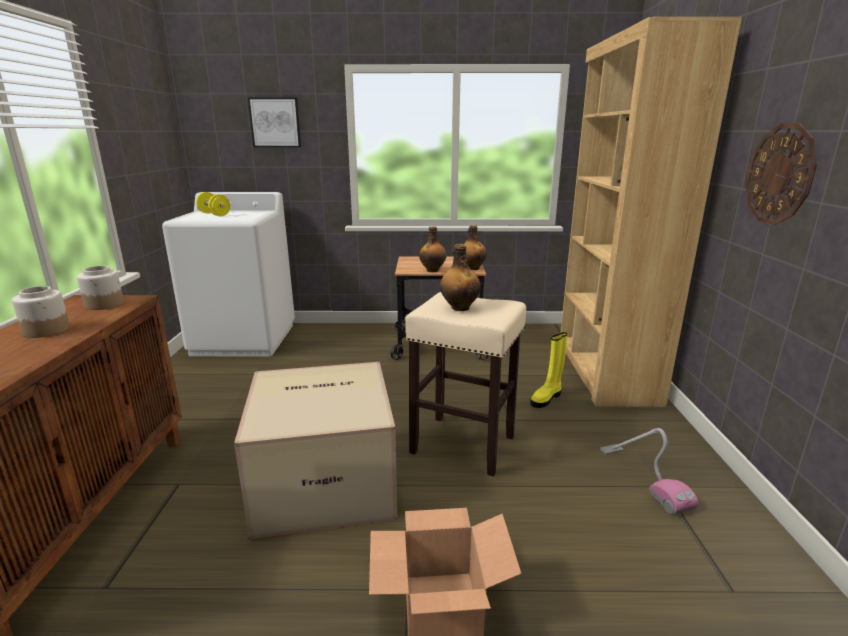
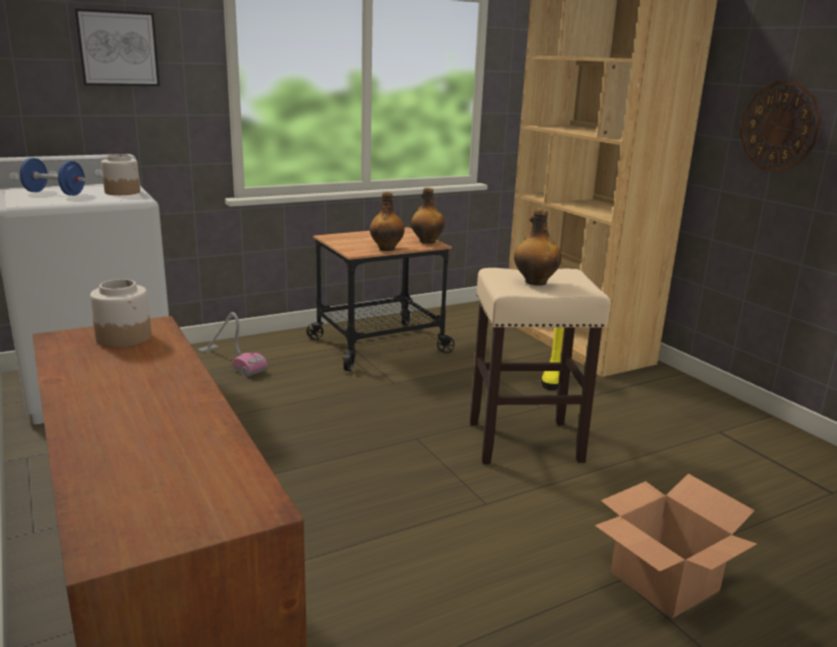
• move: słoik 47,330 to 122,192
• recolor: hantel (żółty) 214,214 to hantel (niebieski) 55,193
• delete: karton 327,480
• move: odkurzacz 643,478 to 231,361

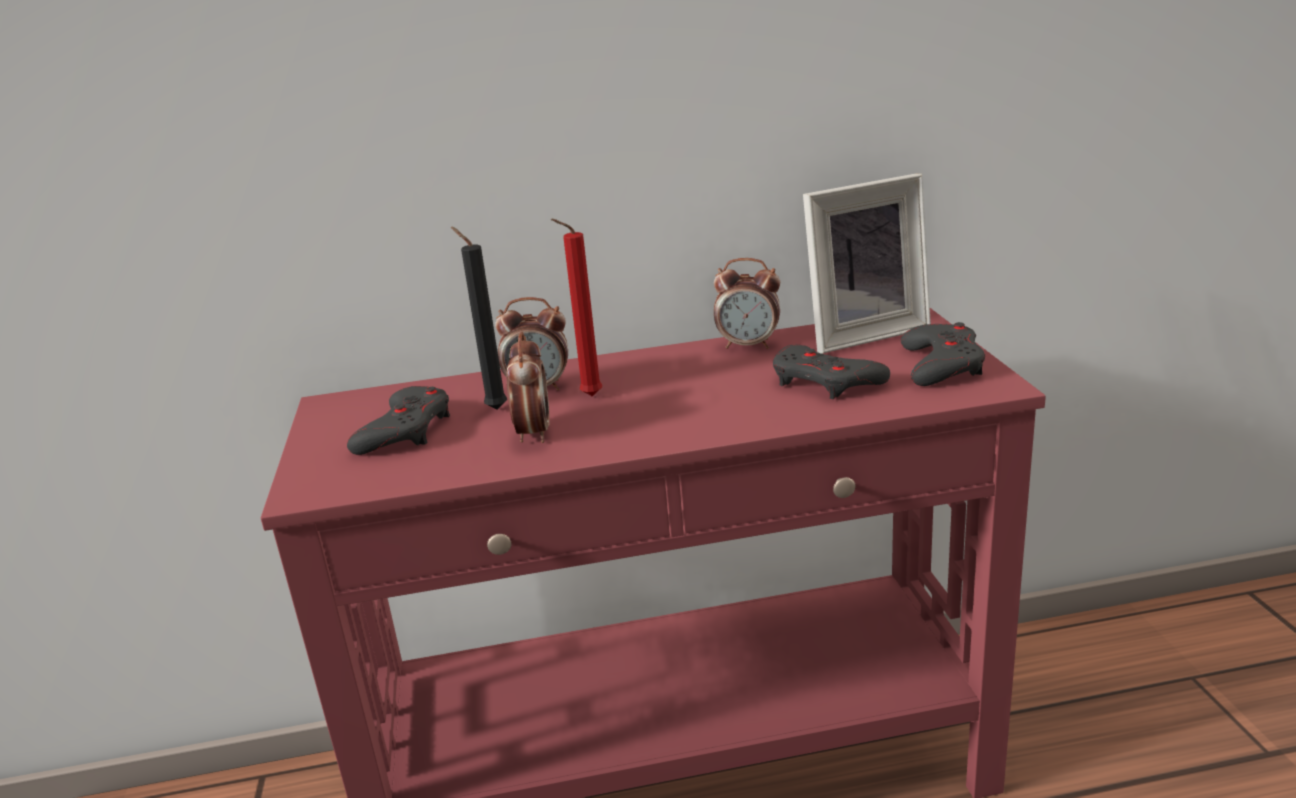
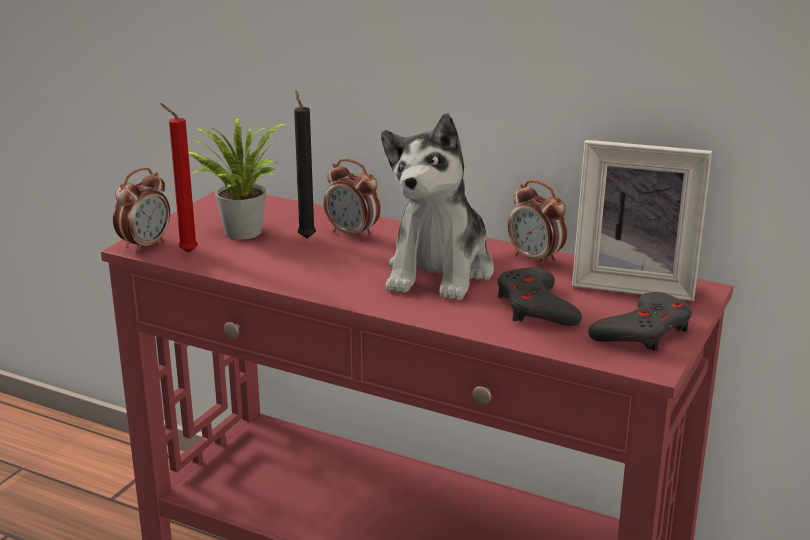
• replace: pad do gier (szary) 406,430 to roślina doniczkowa 240,230
• move: budzik 533,433 to 145,245
• move: świeca (czerwony) 588,397 to 185,252
• insert: pluszak 440,272

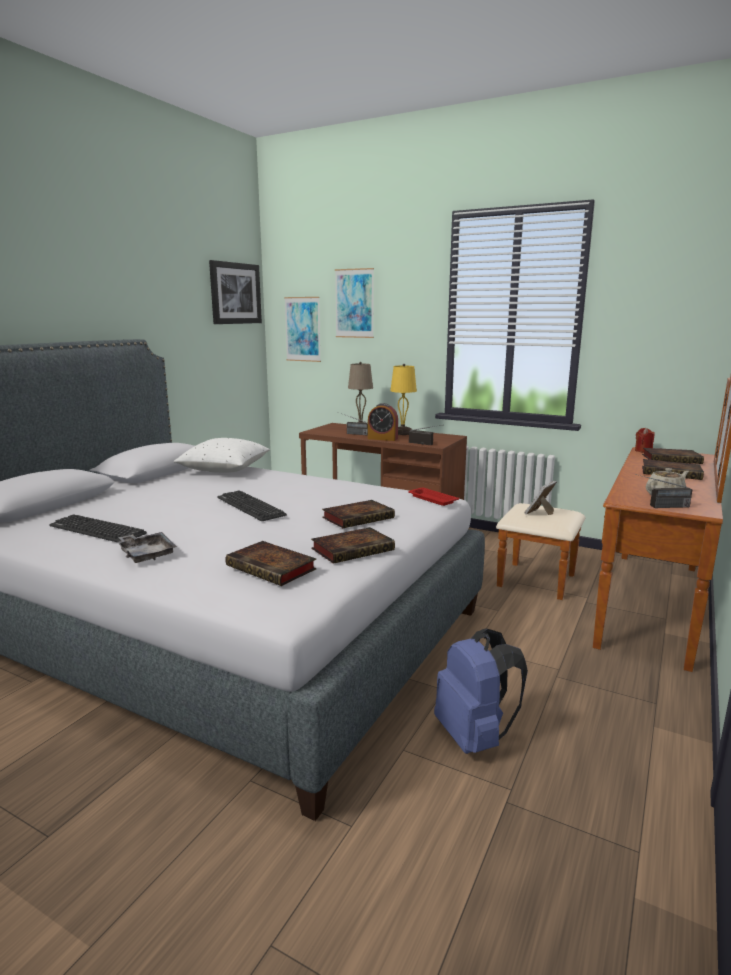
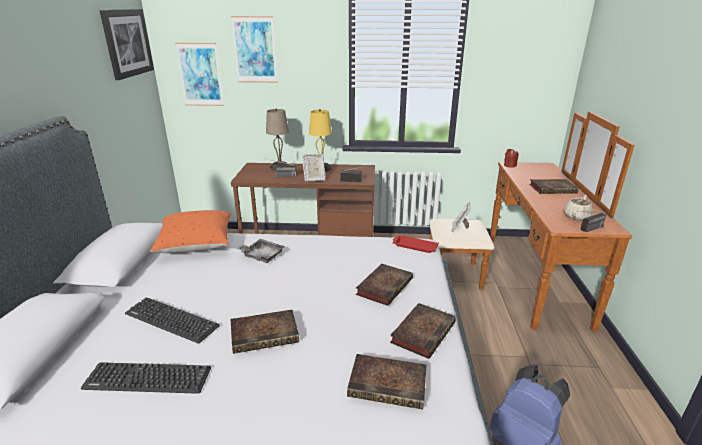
• move: taca (szary) 146,554 to 262,255
• recolor: poduszka (biały) 224,470 to poduszka (pomarańczowy) 196,244
• move: klawiatura 250,506 to 171,320
• replace: budzik 382,438 to ramka na zdjęcie 314,179
• move: książka 672,459 to 266,334

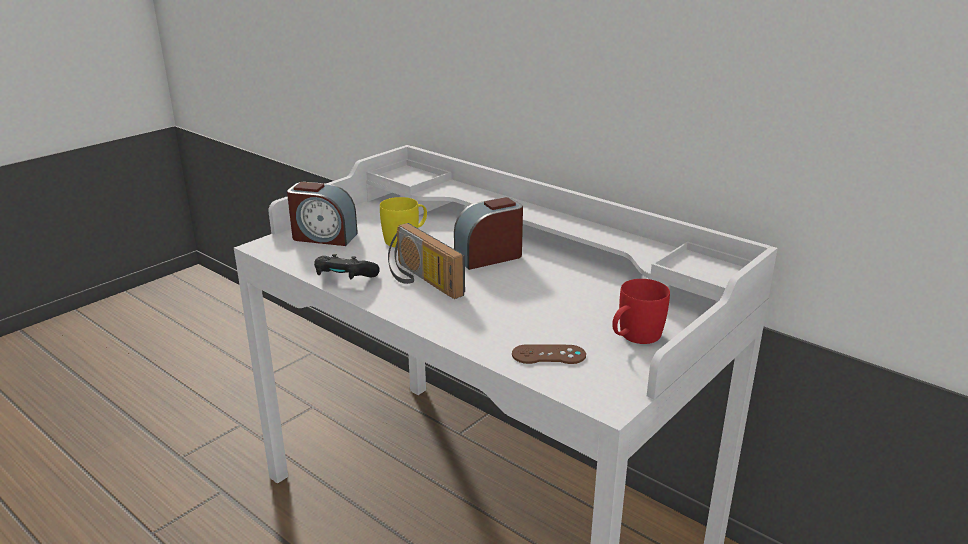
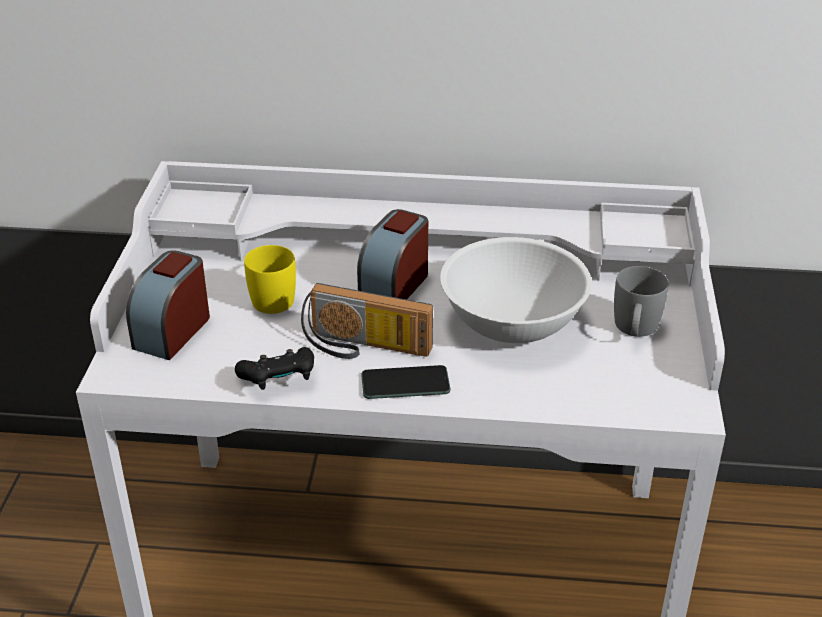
• rotate: budzik 323,237 = 172,331 135 degrees clockwise
• delete: pad do gier (brązowy) 548,355
• recolor: kubek (czerwony) 634,337 to kubek (szary) 635,330
• insert: telefon 405,383
• insert: miska (biały) 511,322

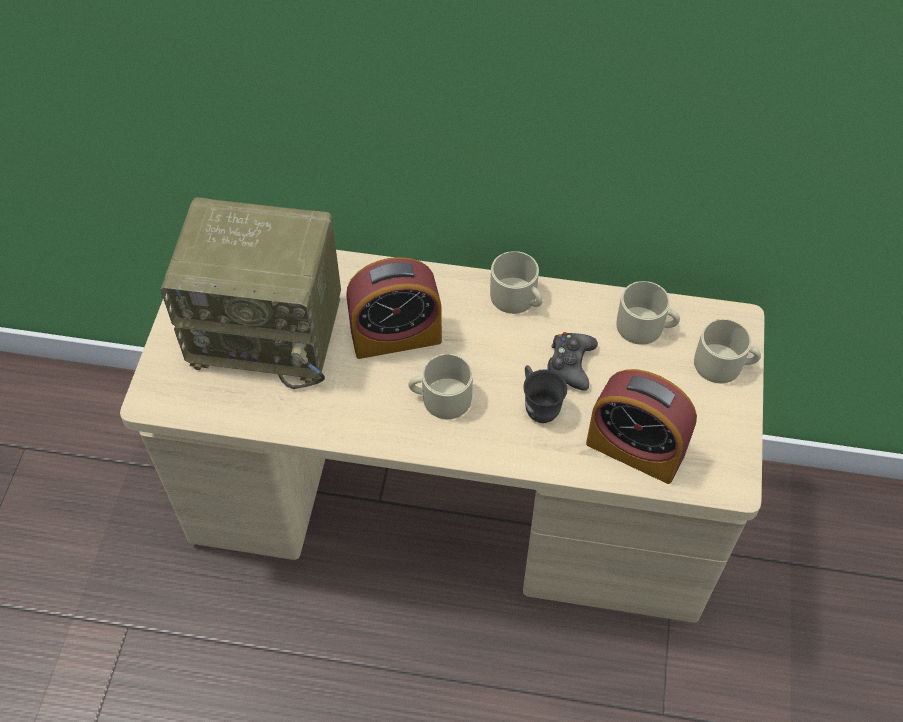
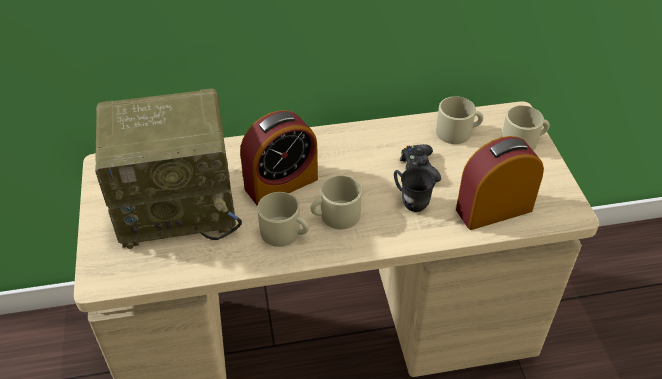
• move: kubek (beżowy) 517,299 to 285,233
• rotate: budzik 635,449 = 494,210 150 degrees clockwise

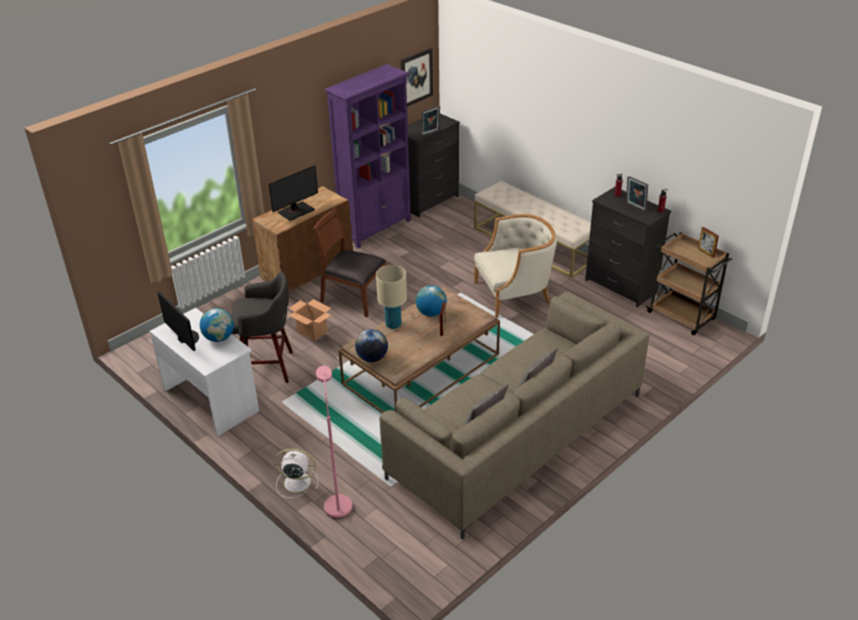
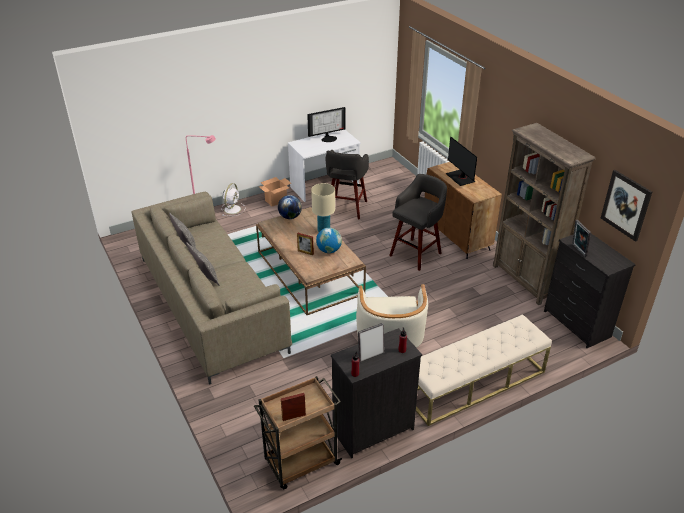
• delete: globus 219,338
• move: karton 311,331 to 276,200
• replace: krzesło (brązowy) 353,297 to stołek (szary) 416,253
• recolor: regał (fioletowy) 376,228 to regał (brązowy) 525,281

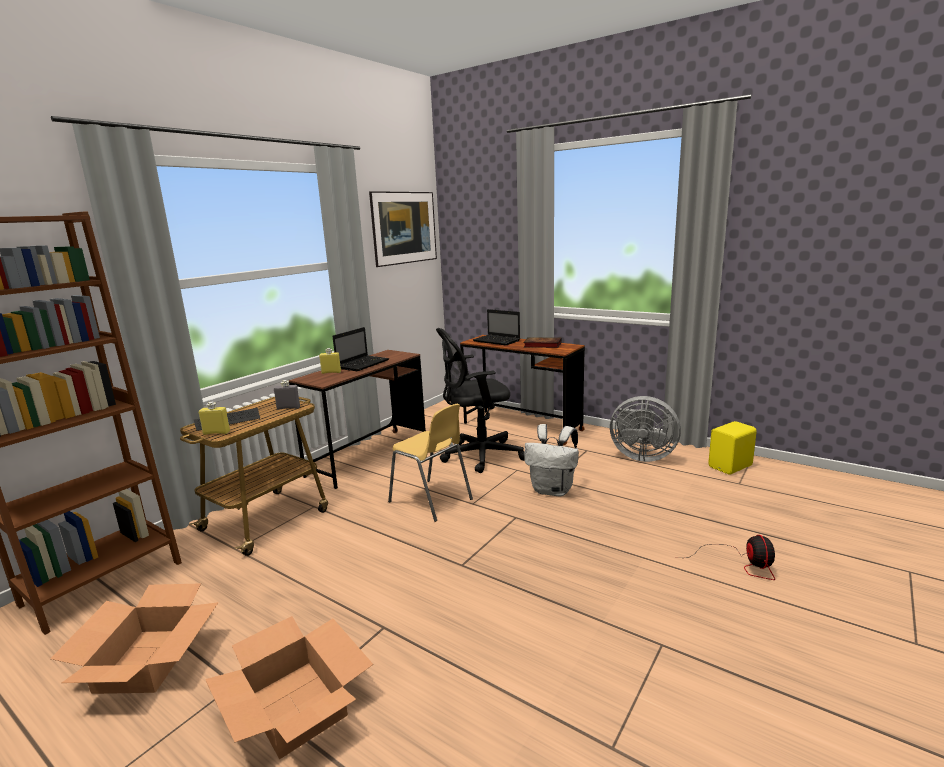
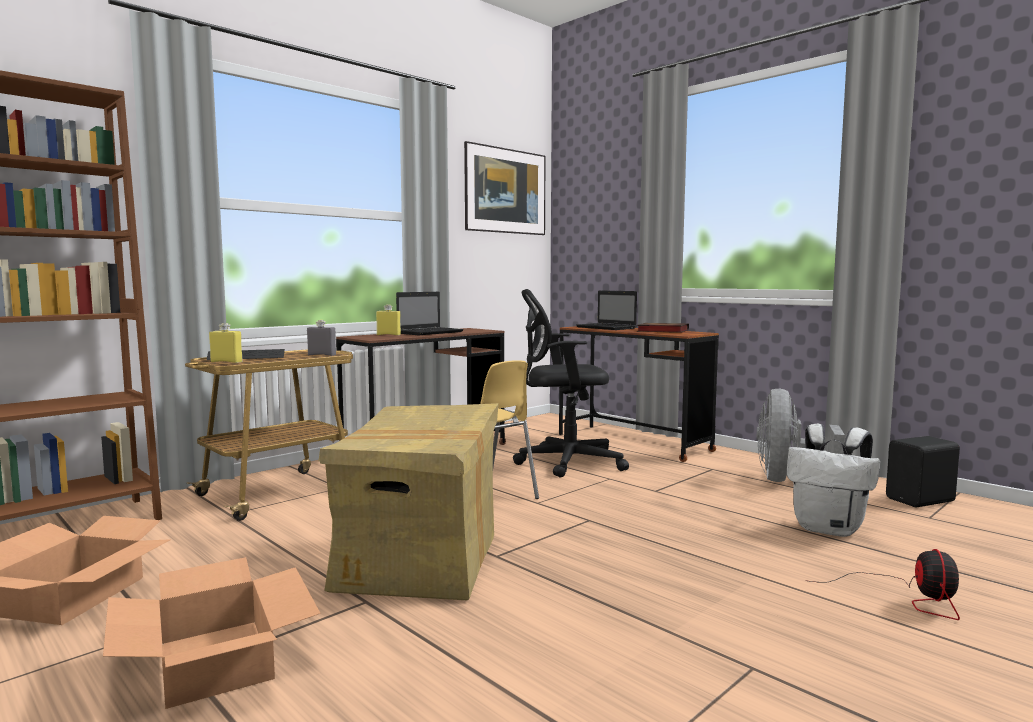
• move: plecak (biały) 553,490 to 829,529
• rotate: wentylator (szary) 641,456 = 788,480 75 degrees clockwise
• recolor: głośnik (żółty) 731,466 to głośnik (czarny) 922,500
• insert: karton 419,563

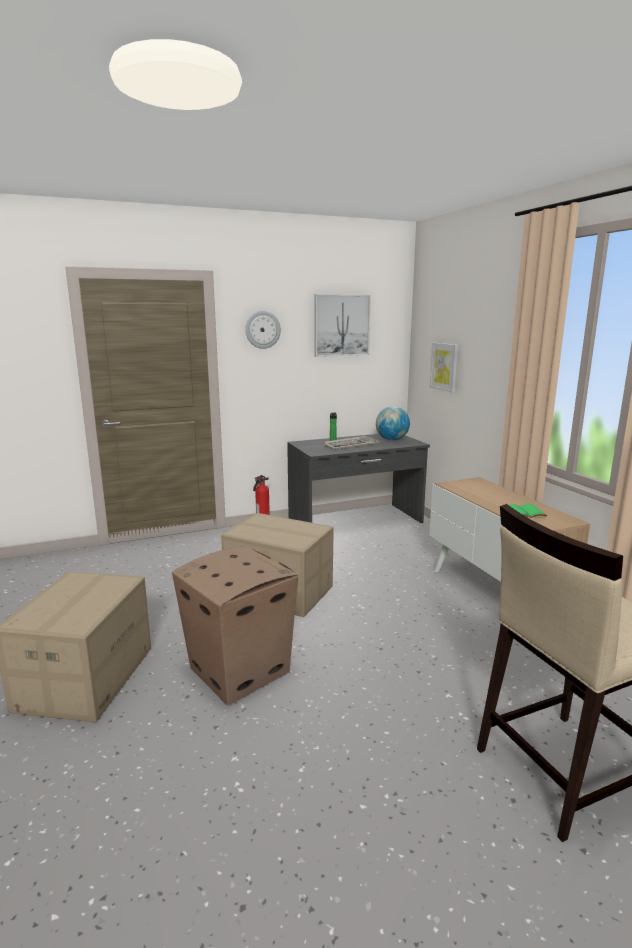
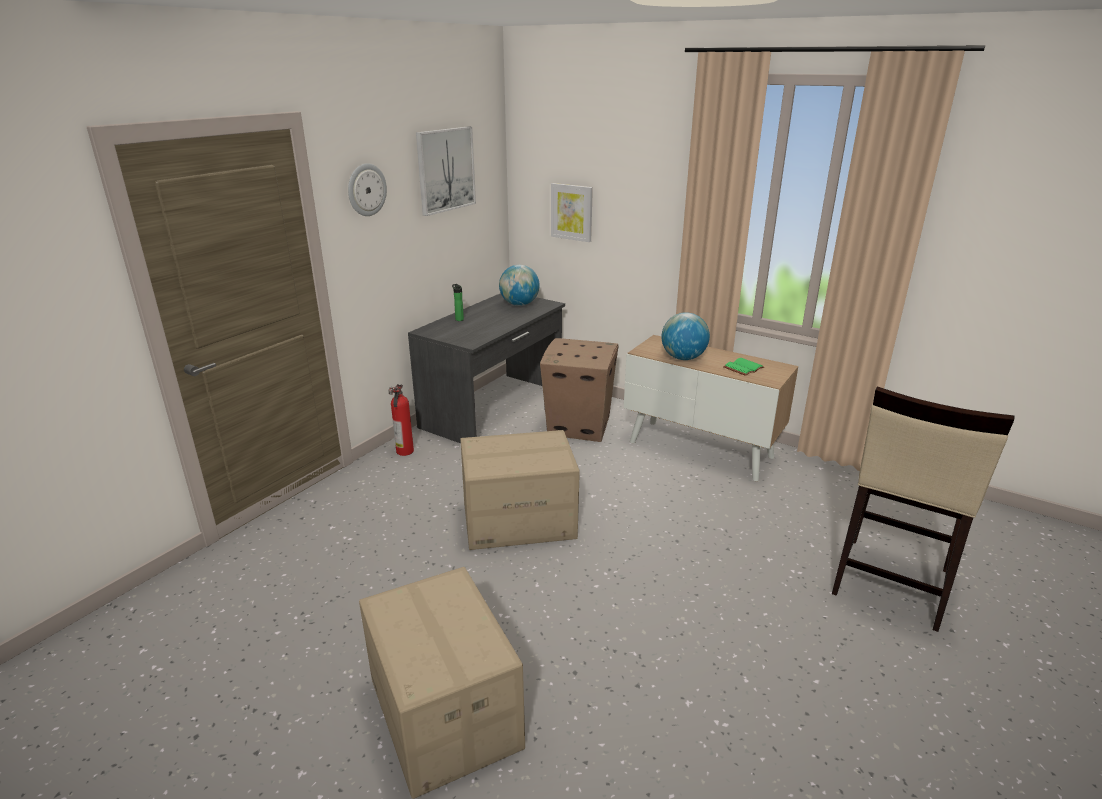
• move: karton 239,669 to 578,425
• delete: klawiatura 351,445
• insert: globus 683,358

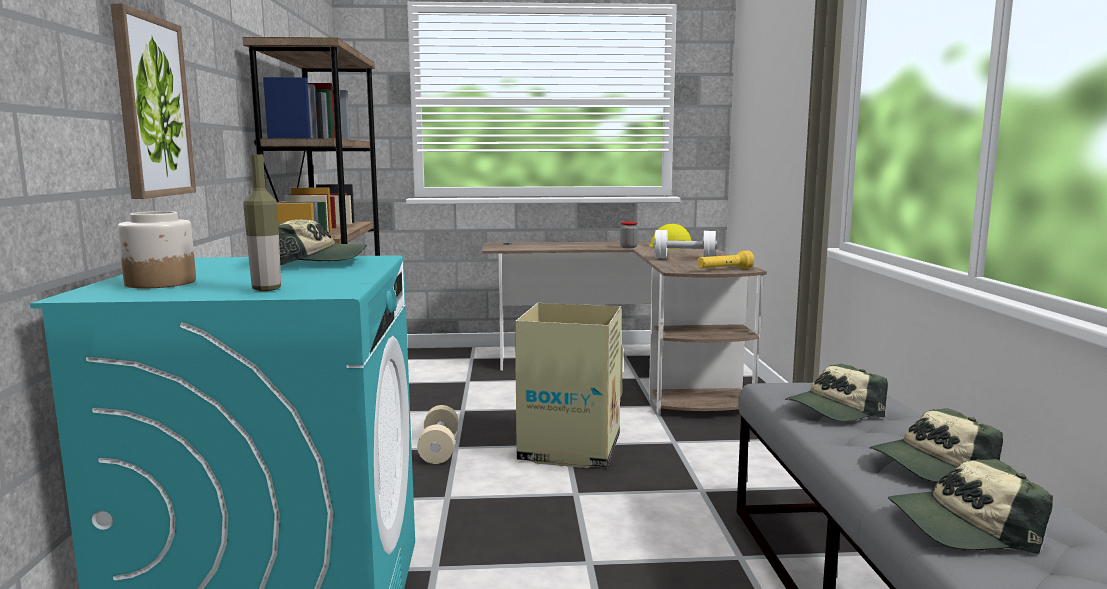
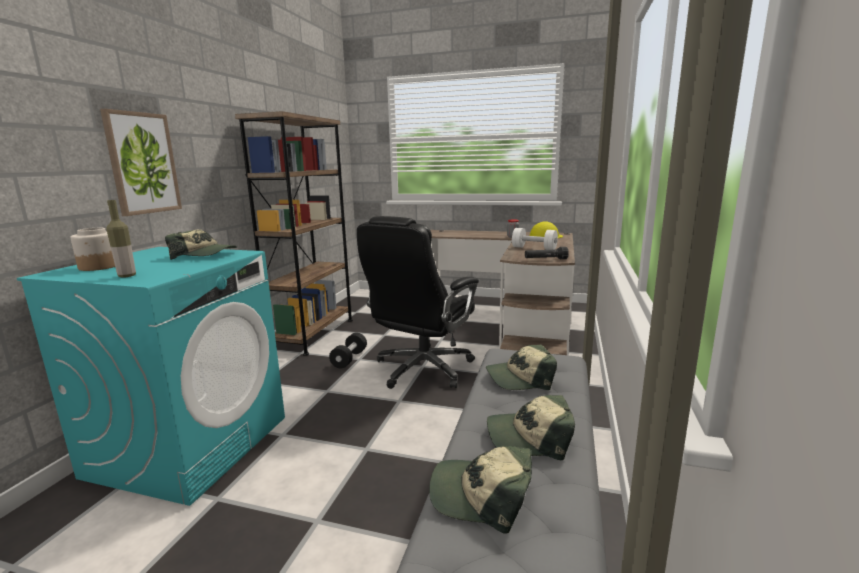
• recolor: hantel (beżowy) 439,449 to hantel (czarny) 349,359
• replace: karton 569,449 to krzesło biurowe (czarny) 422,369
• recolor: latarka (żółty) 724,269 to latarka (czarny) 545,259

